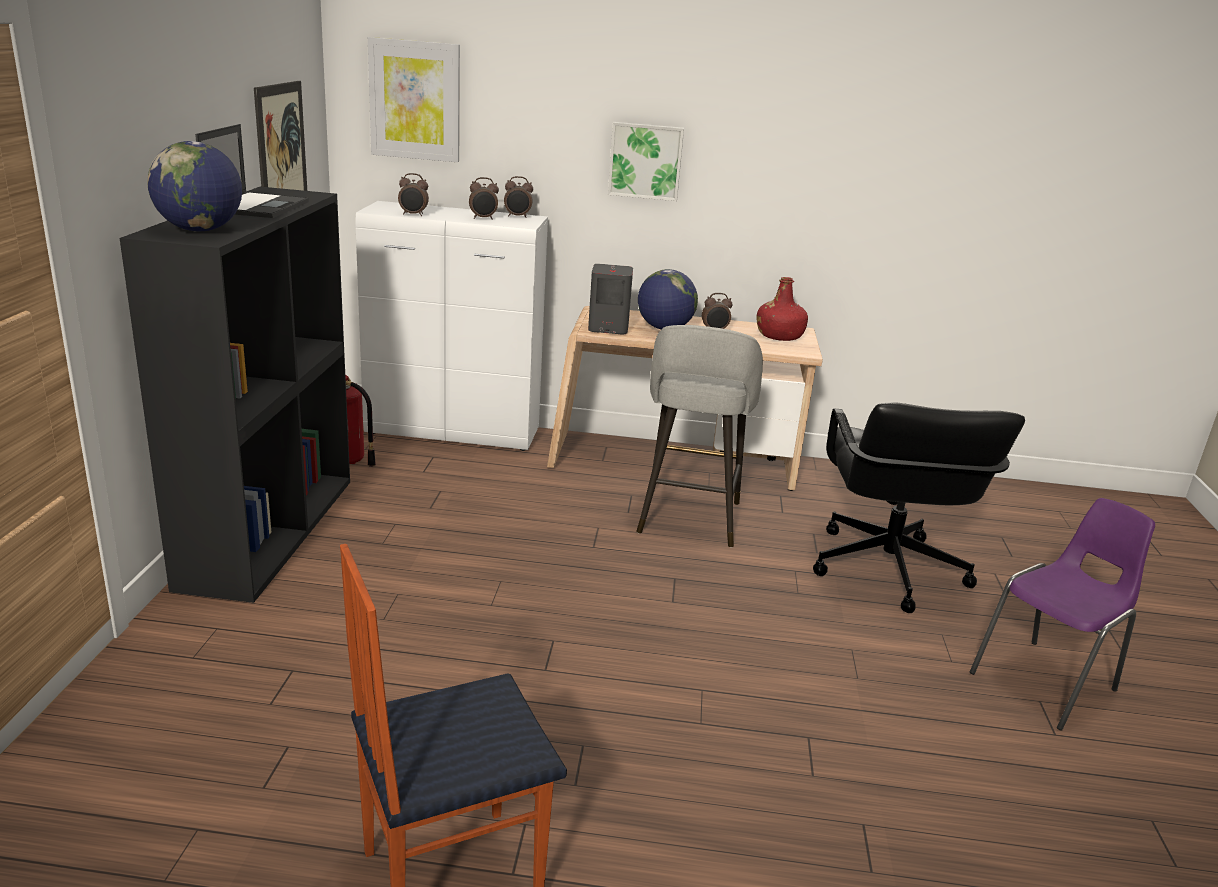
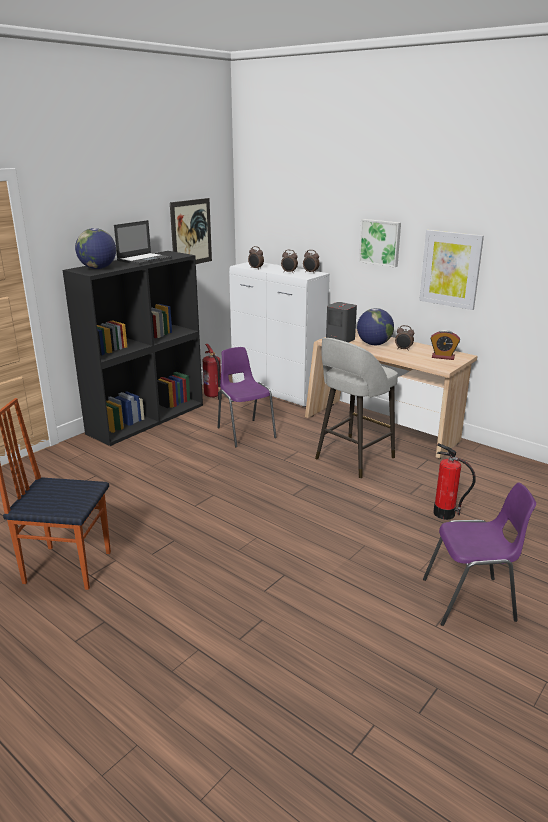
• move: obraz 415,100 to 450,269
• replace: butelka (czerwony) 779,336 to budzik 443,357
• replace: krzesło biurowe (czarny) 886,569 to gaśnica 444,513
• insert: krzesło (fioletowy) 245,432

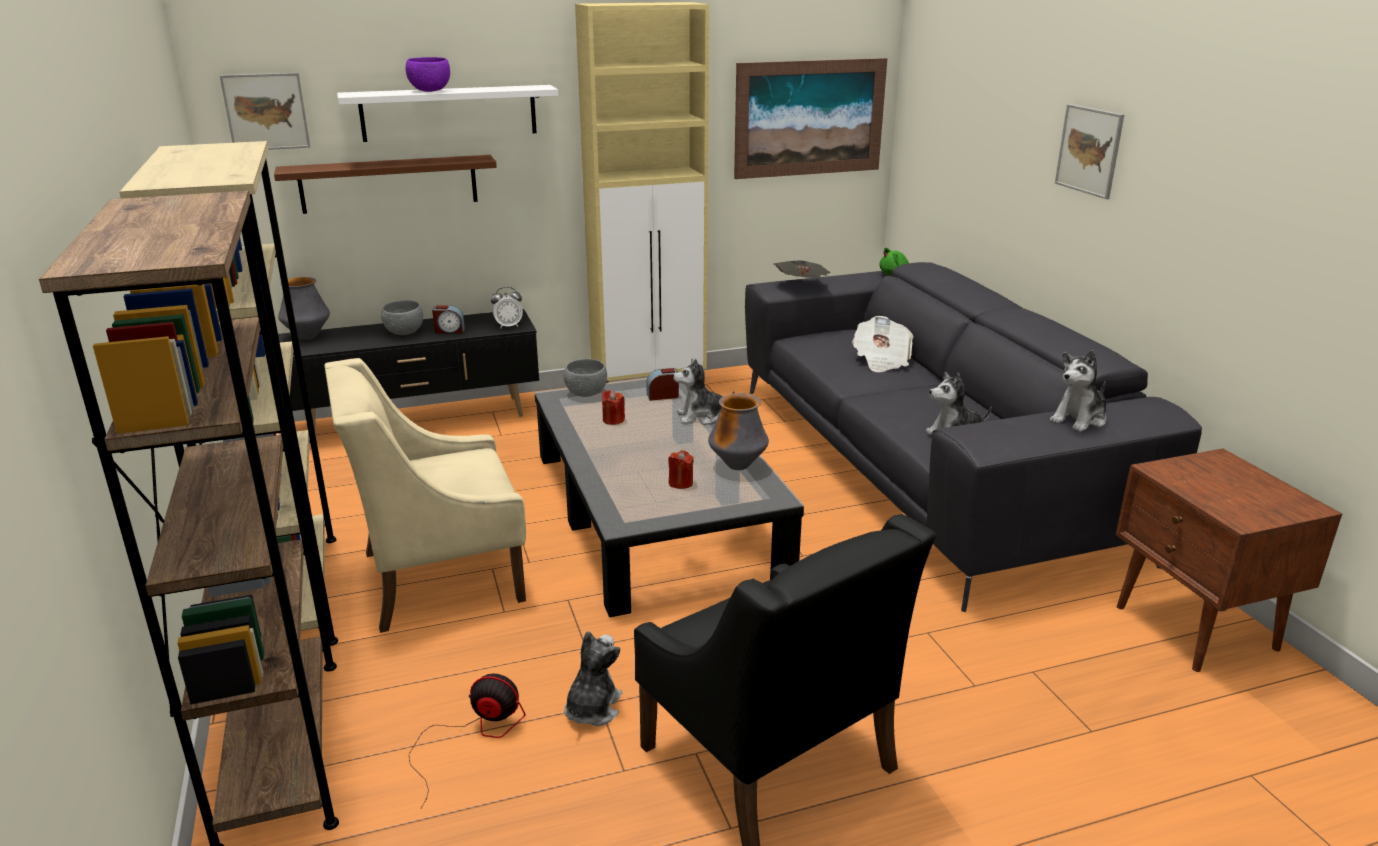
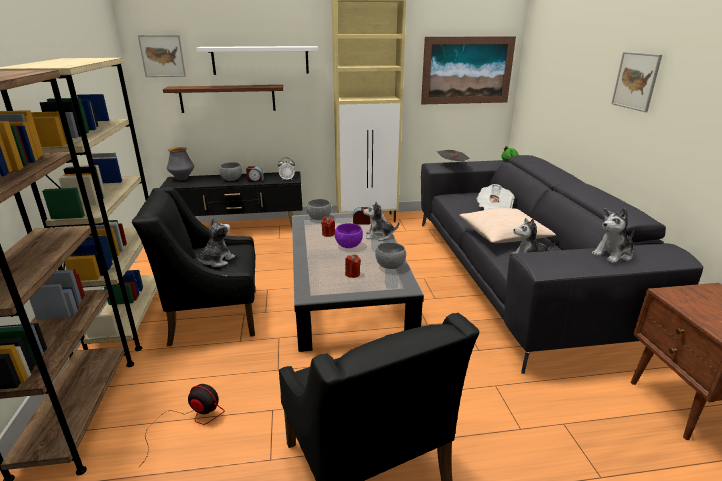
• recolor: fotel (beżowy) 439,576 to fotel (czarny) 213,315
• move: miska (fioletowy) 429,91 to 348,246
• move: pluszak 592,709 to 216,261
• replace: wazon 738,466 to miska (szary) 390,266
• insert: poduszka (beżowy) 503,235

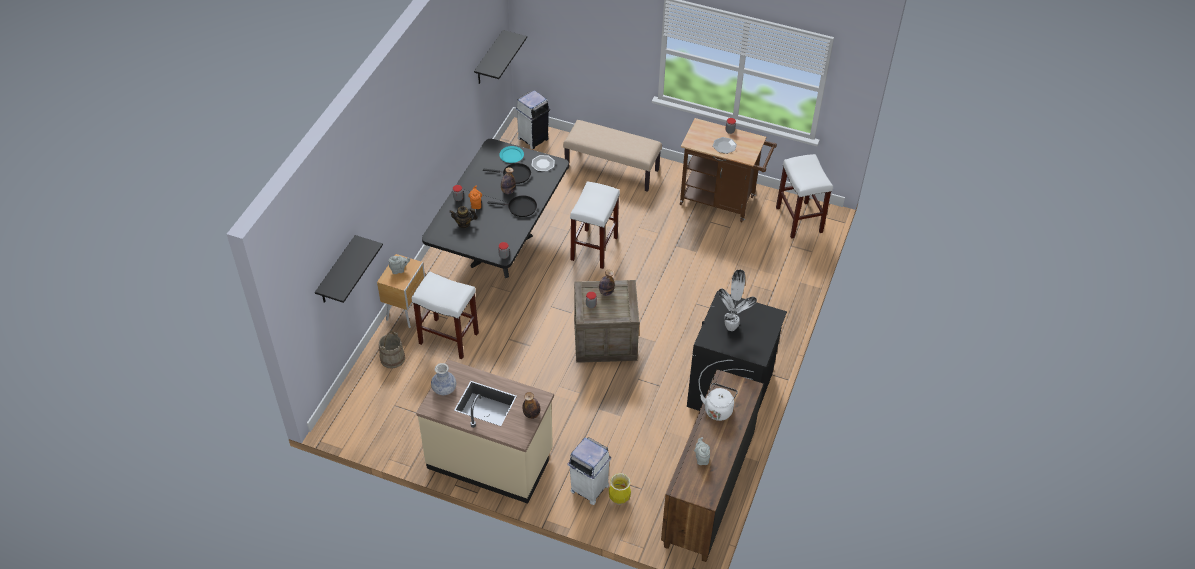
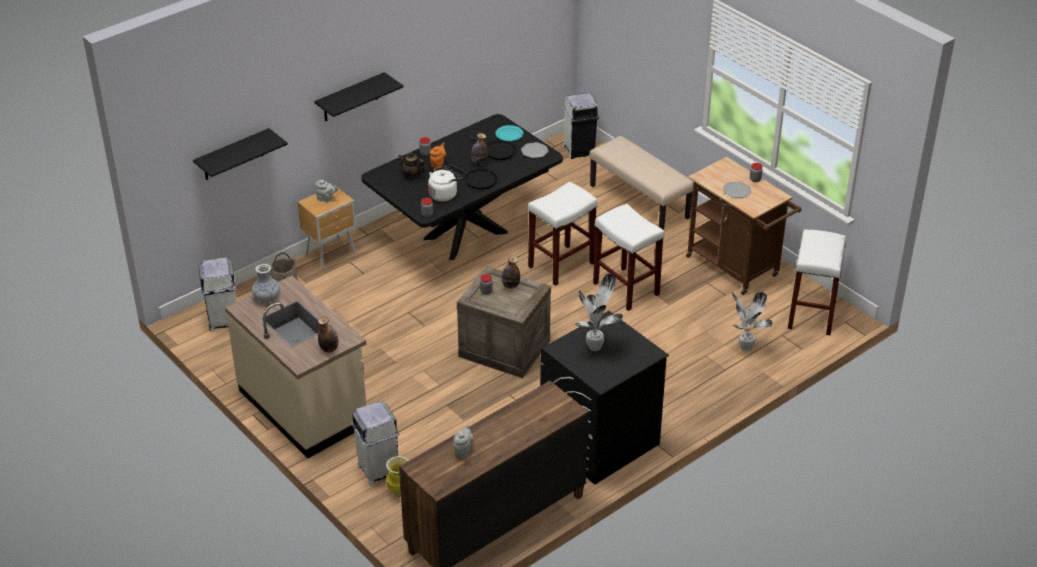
• move: stołek (biały) 448,338 to 625,288
• move: półka (czarny) 489,59 to 350,98
• move: czajnik (biały) 718,409 to 444,194
• insert: kosz na śmieci (biały) 223,320
• insert: roślina doniczkowa 744,347

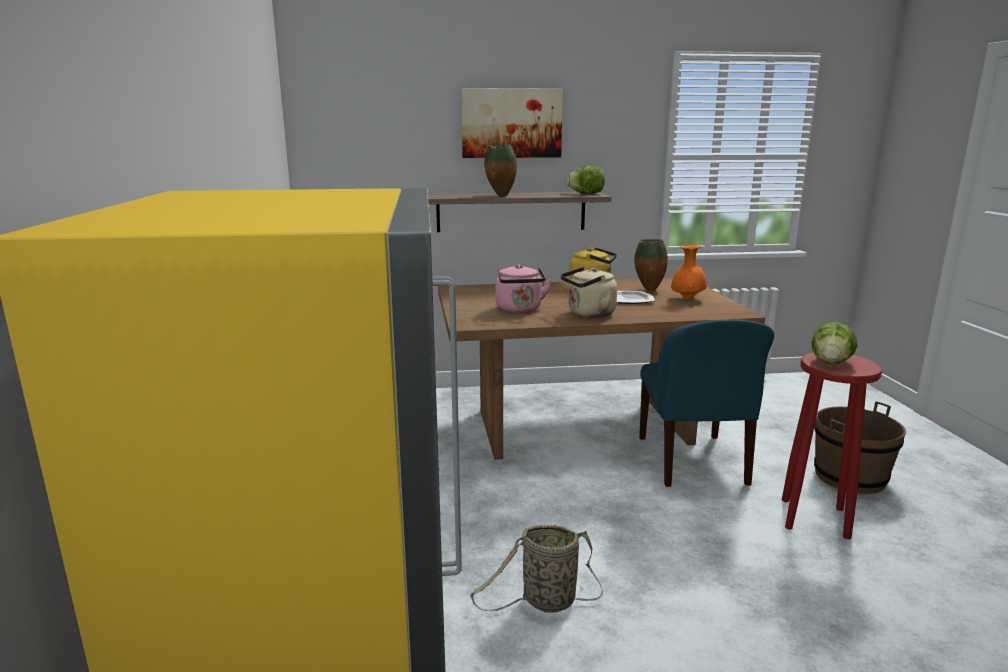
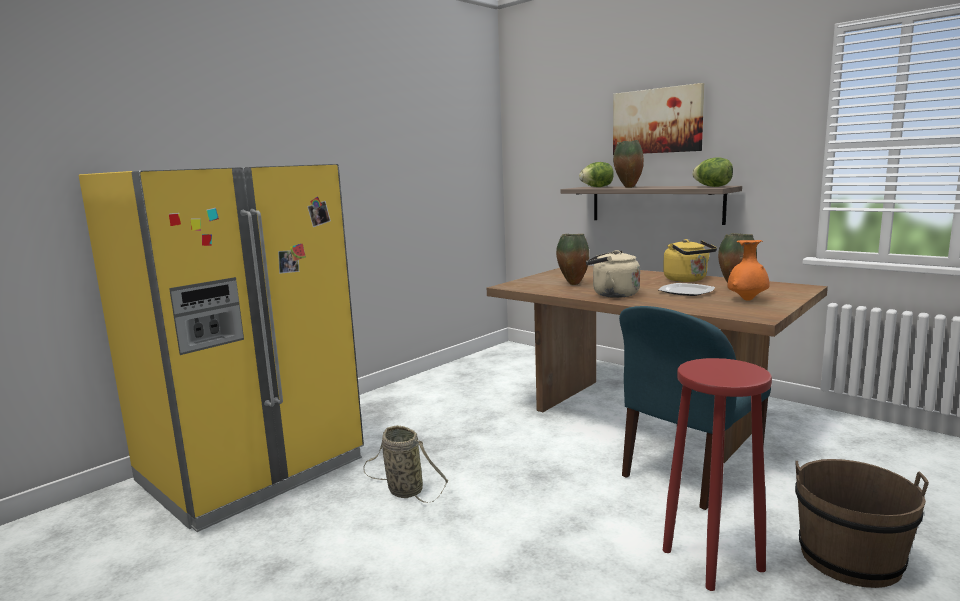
• replace: czajnik (różowy) 519,309 to wazon 572,284
• move: sałata 830,362 to 597,187

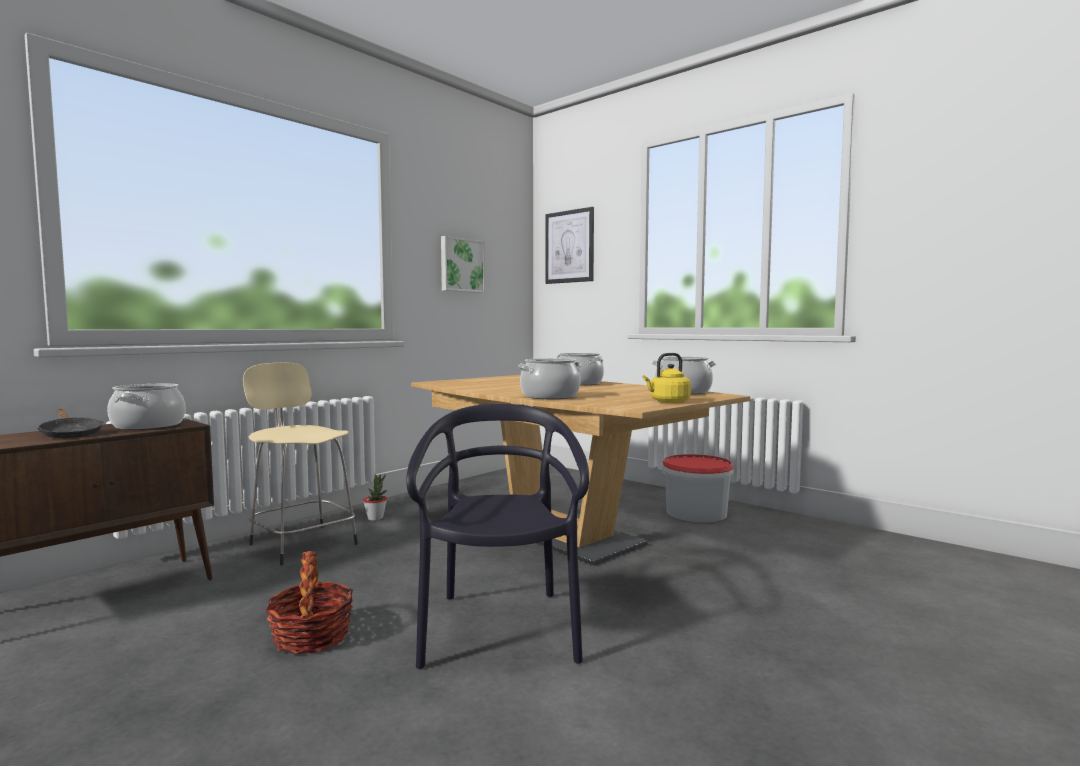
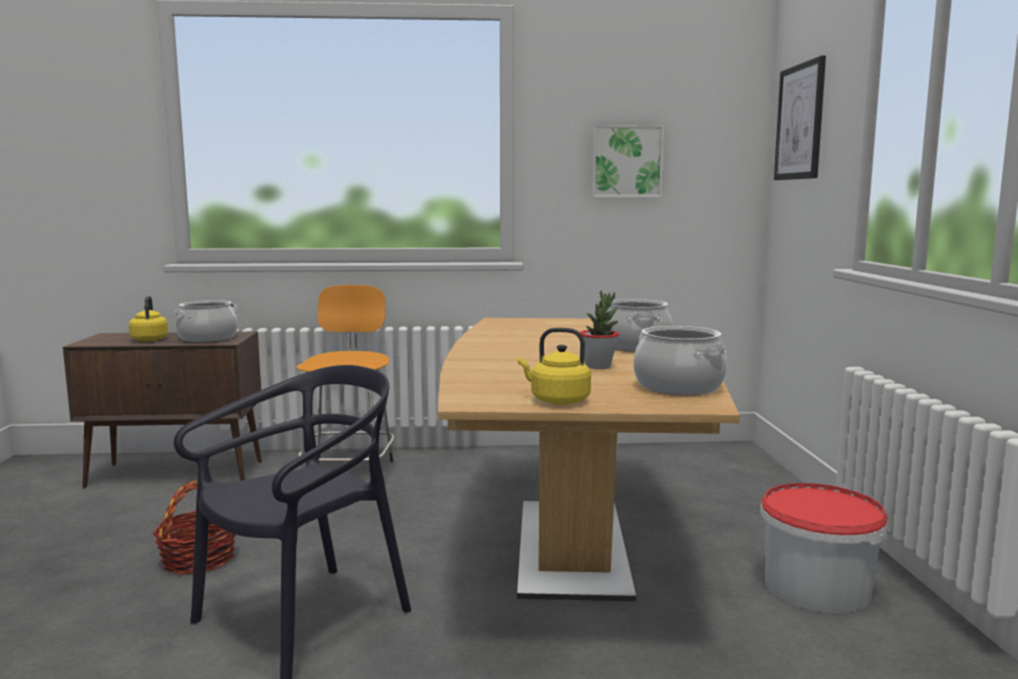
• replace: patelnia (czarny) 70,434 to czajnik (żółty) 150,339
• recolor: stołek (beżowy) 302,543 to stołek (pomarańczowy) 349,473
• move: roślina doniczkowa 375,518 to 598,366
• delete: garnek 550,396

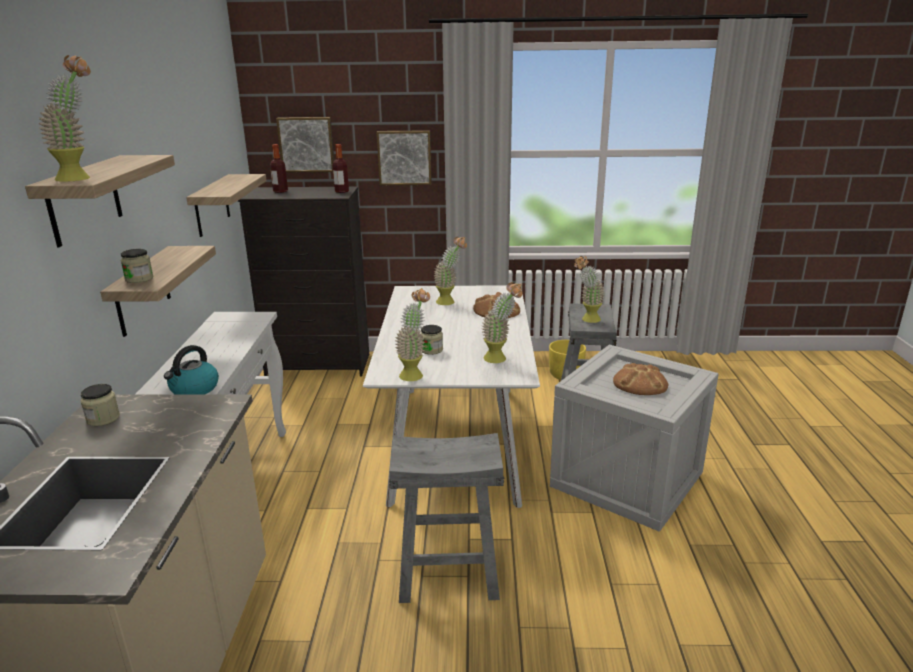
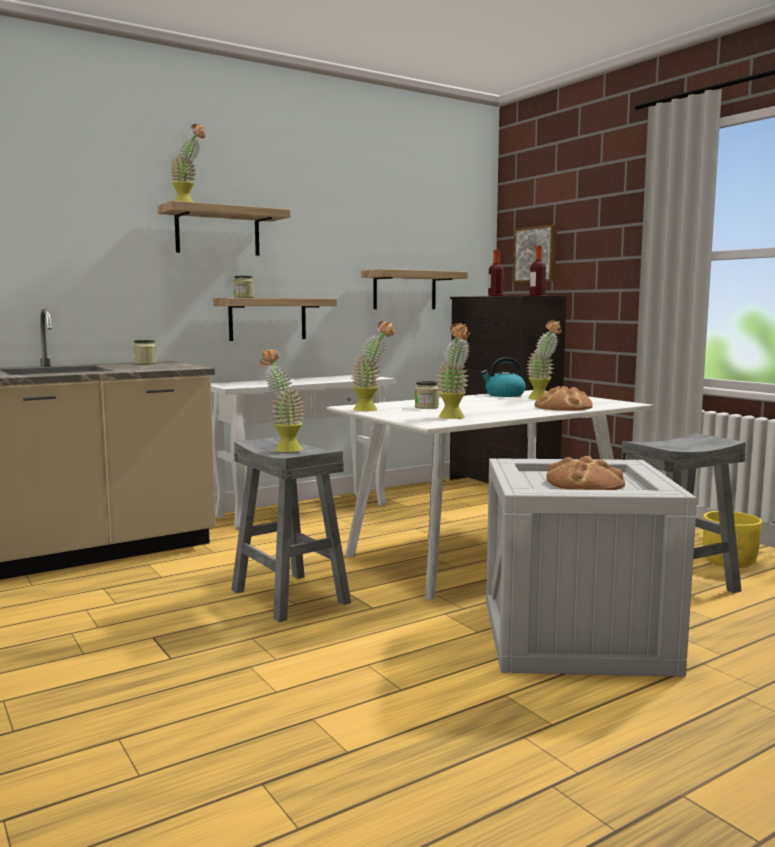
• move: czajnik 194,389 to 504,395
• delete: obraz 404,157
• move: roślina doniczkowa 587,320 to 282,449

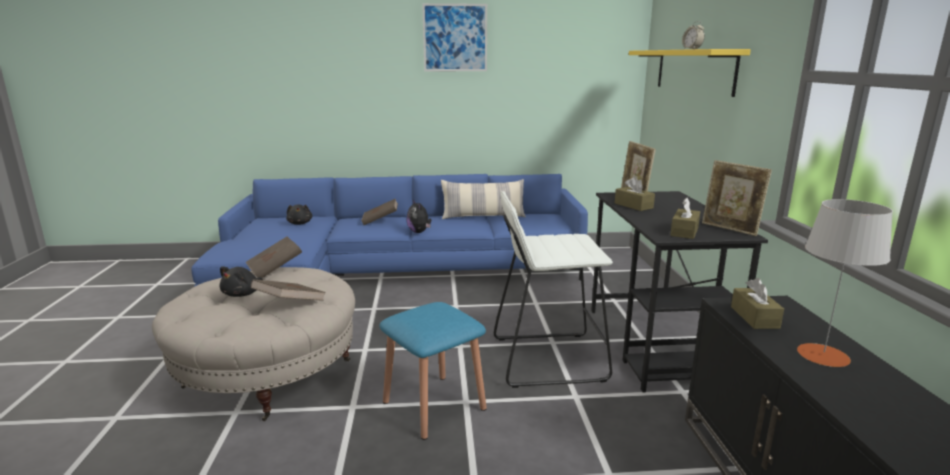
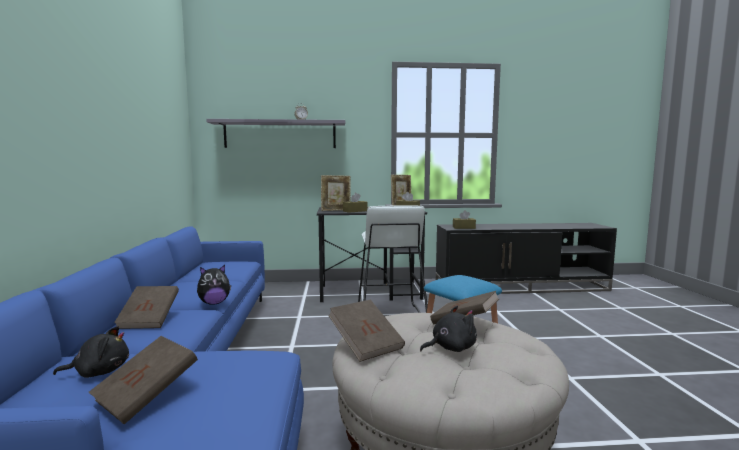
• rotate: pluszak (czarny) 242,294 = 450,348 45 degrees counterclockwise
• delete: obraz 455,38
• delete: poduszka 483,217
• recolor: półka (żółty) 693,70 to półka (szary) 280,134
• delete: lampa stołowa (szary) 823,355
• insert: książka (brązowy) 146,396

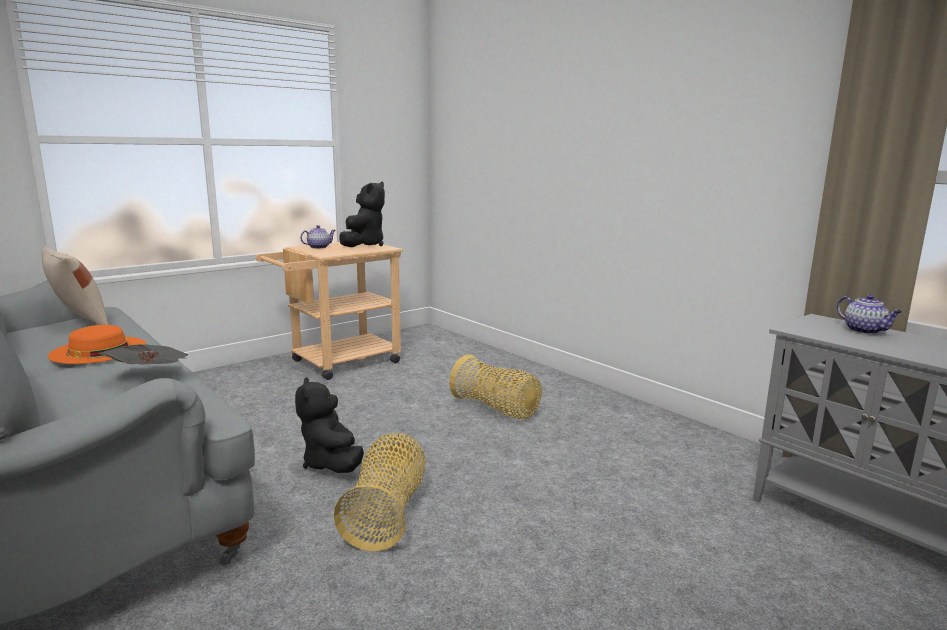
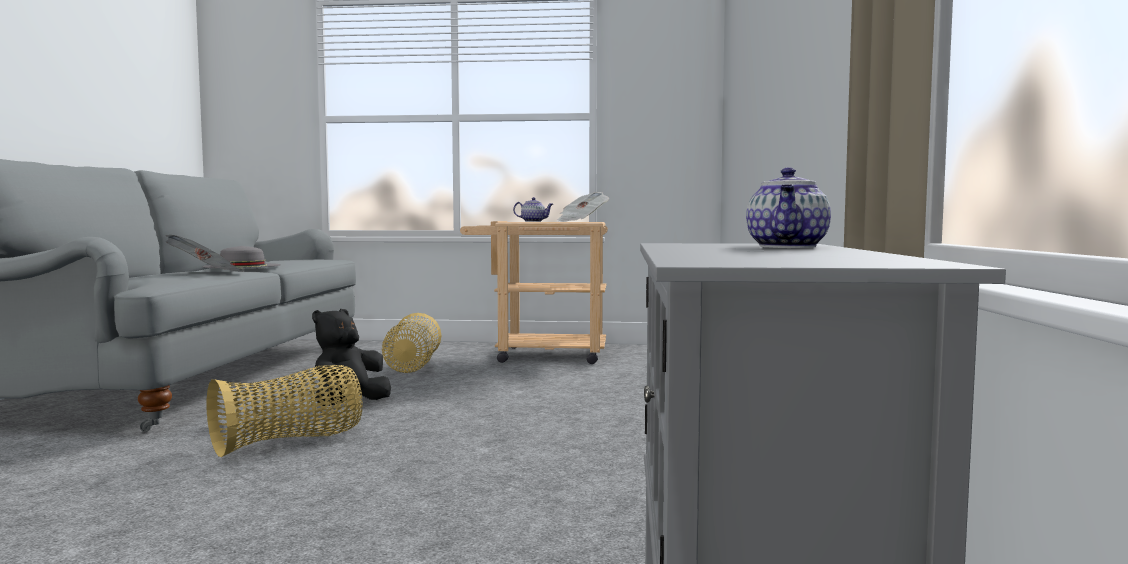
• delete: poduszka (beżowy) 79,323
• recolor: kapelusz (pomarańczowy) 98,350 to kapelusz (szary) 242,266
• replace: pluszak (czarny) 364,245 to gazeta 581,221
• move: koszyk 496,409 to 412,366

